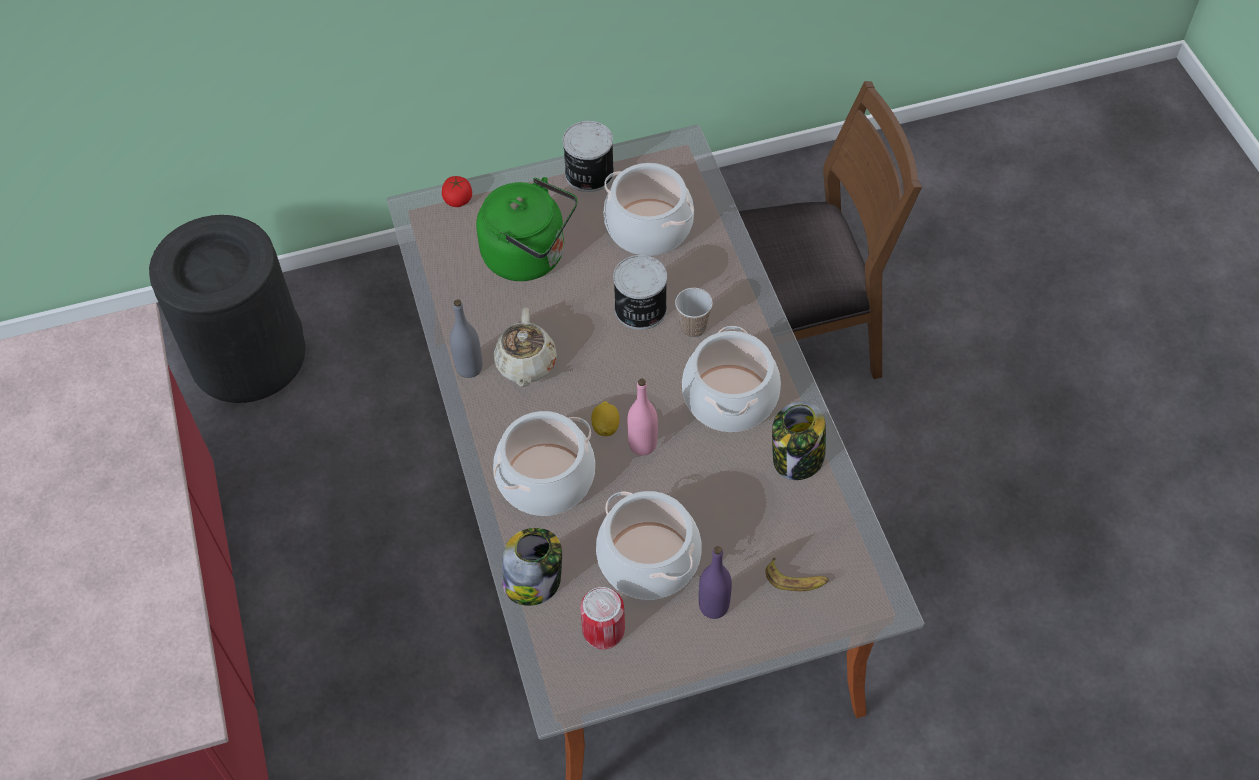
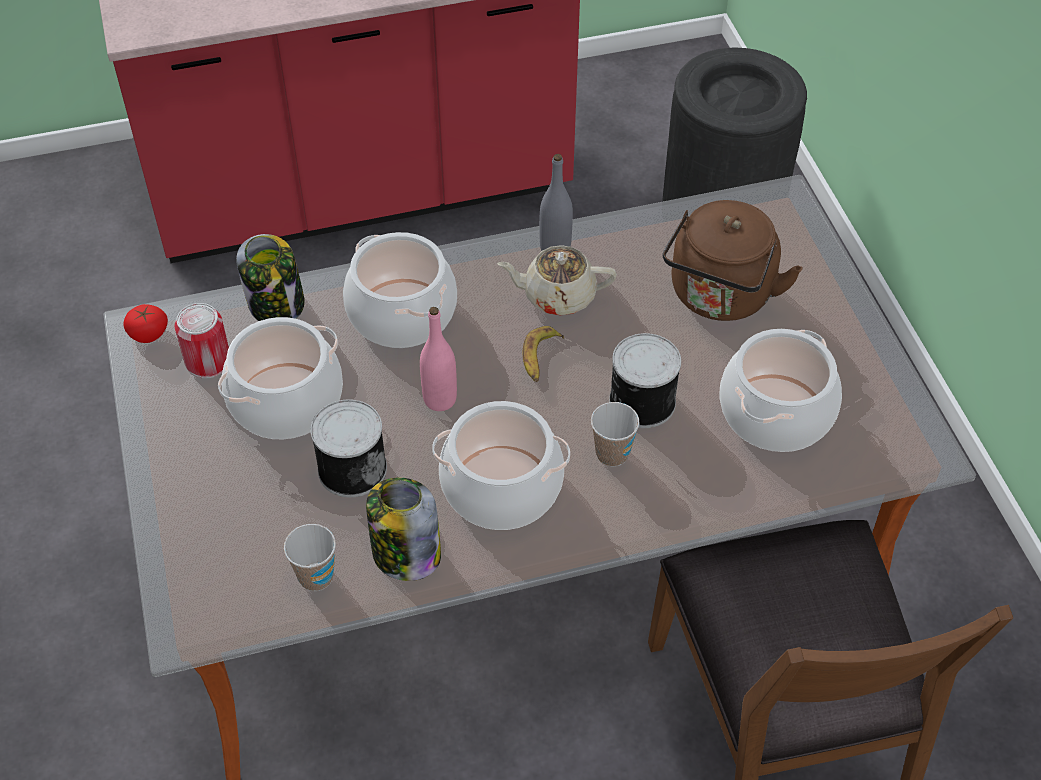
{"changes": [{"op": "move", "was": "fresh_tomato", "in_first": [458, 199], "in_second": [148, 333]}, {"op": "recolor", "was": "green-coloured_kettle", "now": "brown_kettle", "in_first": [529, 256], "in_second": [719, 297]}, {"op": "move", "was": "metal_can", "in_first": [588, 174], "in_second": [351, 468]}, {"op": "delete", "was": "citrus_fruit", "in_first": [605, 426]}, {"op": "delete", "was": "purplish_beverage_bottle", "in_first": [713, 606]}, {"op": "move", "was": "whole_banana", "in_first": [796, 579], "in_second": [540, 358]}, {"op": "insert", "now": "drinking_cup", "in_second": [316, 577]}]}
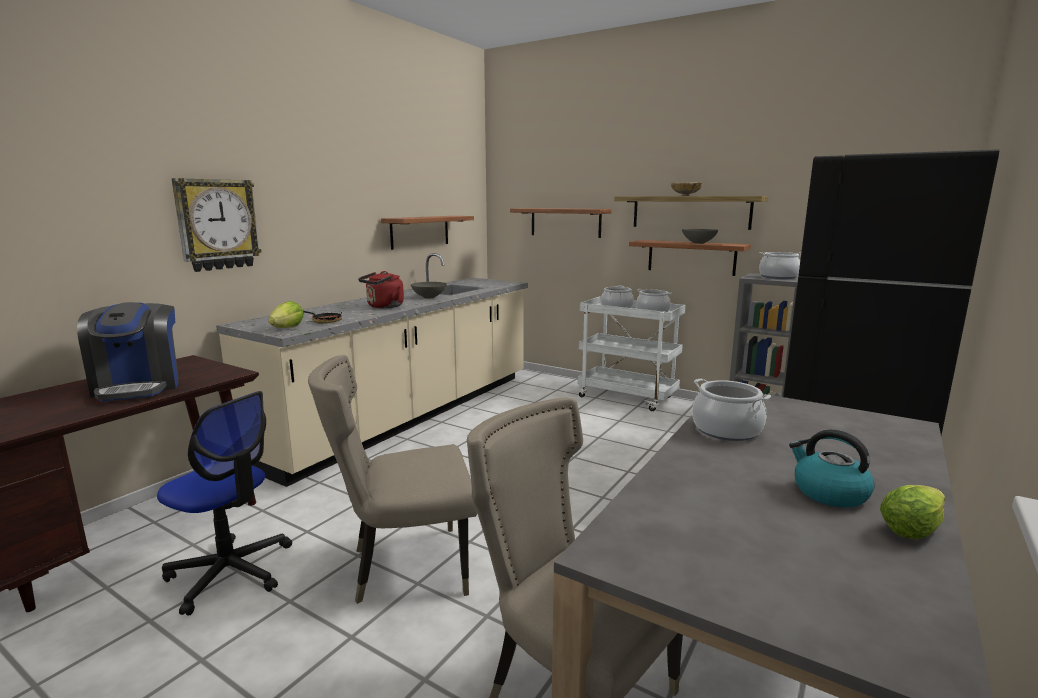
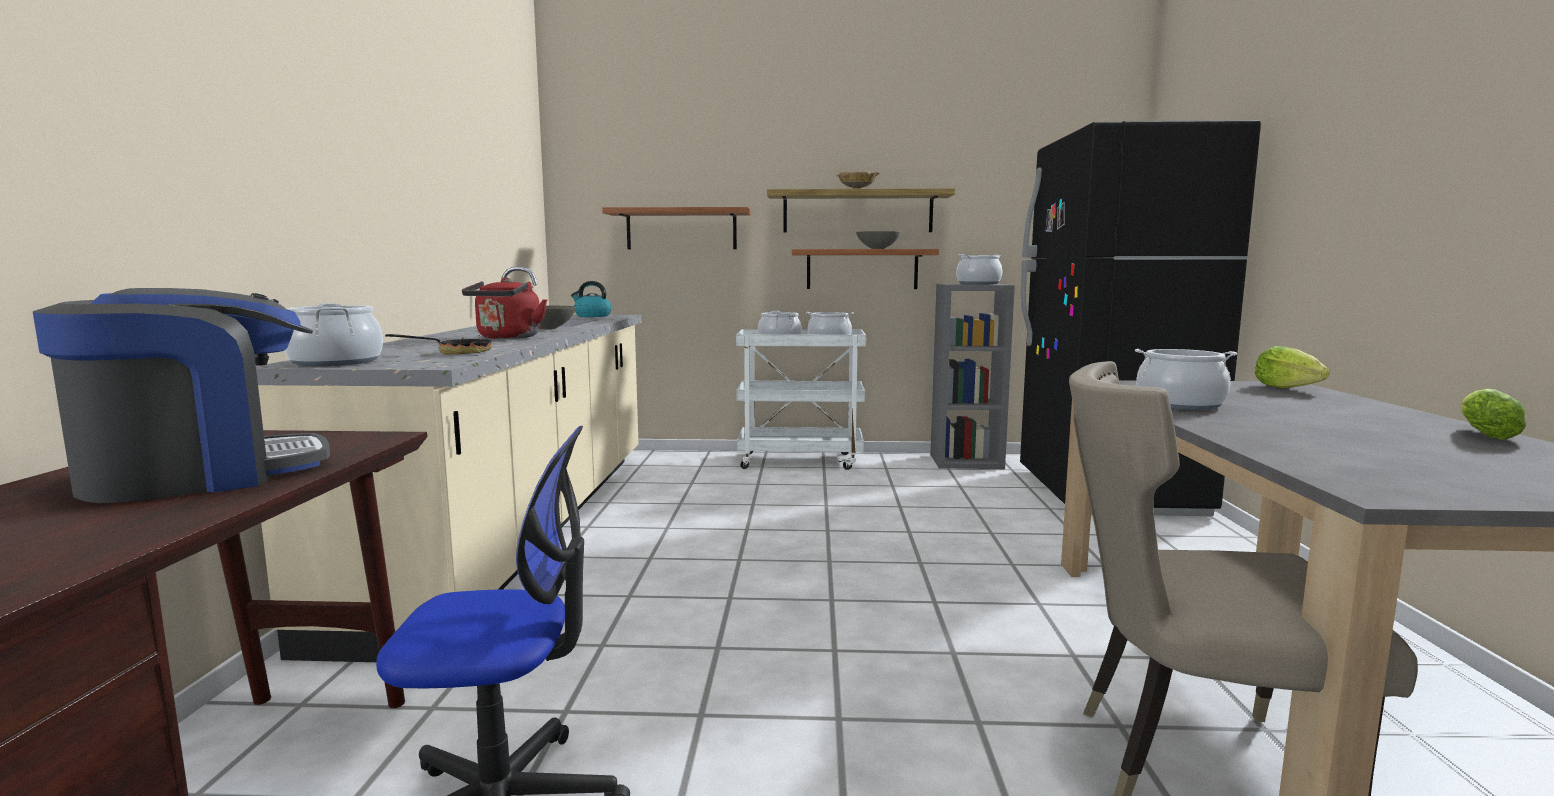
{"changes": [{"op": "rotate", "was": "coffee_maker", "in_first": [139, 386], "in_second": [202, 475], "clockwise": -75}, {"op": "delete", "was": "clock_on_the_wall", "in_first": [217, 224]}, {"op": "move", "was": "head_of_lettuce", "in_first": [287, 328], "in_second": [1286, 388]}, {"op": "delete", "was": "sand-coloured_chair", "in_first": [404, 567]}, {"op": "delete", "was": "wall_shelf", "in_first": [420, 231]}, {"op": "move", "was": "kettle", "in_first": [828, 493], "in_second": [592, 316]}, {"op": "insert", "now": "stockpot", "in_second": [336, 362]}]}
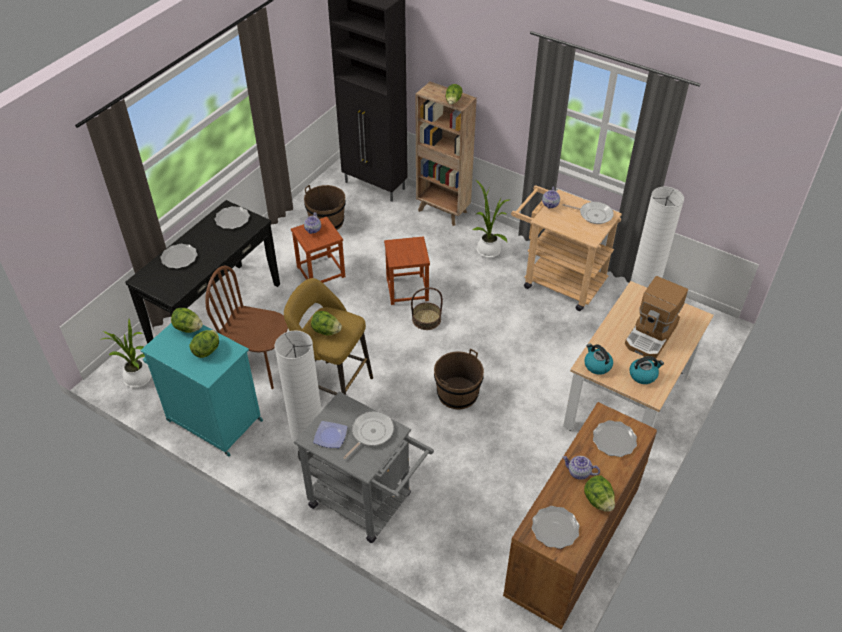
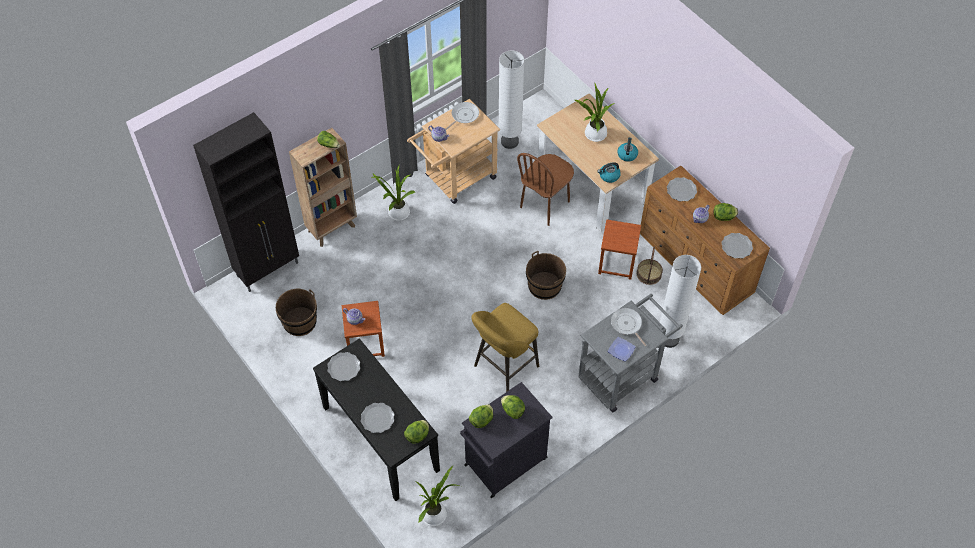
{"changes": [{"op": "recolor", "was": "turquoise_cabinet", "now": "black_cabinet", "in_first": [213, 420], "in_second": [504, 463]}, {"op": "move", "was": "brown_chair", "in_first": [260, 367], "in_second": [545, 204]}, {"op": "move", "was": "white_standing_lamp", "in_first": [311, 454], "in_second": [669, 339]}, {"op": "move", "was": "head_of_lettuce", "in_first": [326, 331], "in_second": [417, 435]}, {"op": "move", "was": "brown_stool_seat", "in_first": [407, 290], "in_second": [617, 263]}, {"op": "move", "was": "storage_basket", "in_first": [426, 319], "in_second": [649, 274]}, {"op": "replace", "was": "coffee_maker", "now": "plant_in_a_pot", "in_first": [651, 335], "in_second": [594, 135]}]}
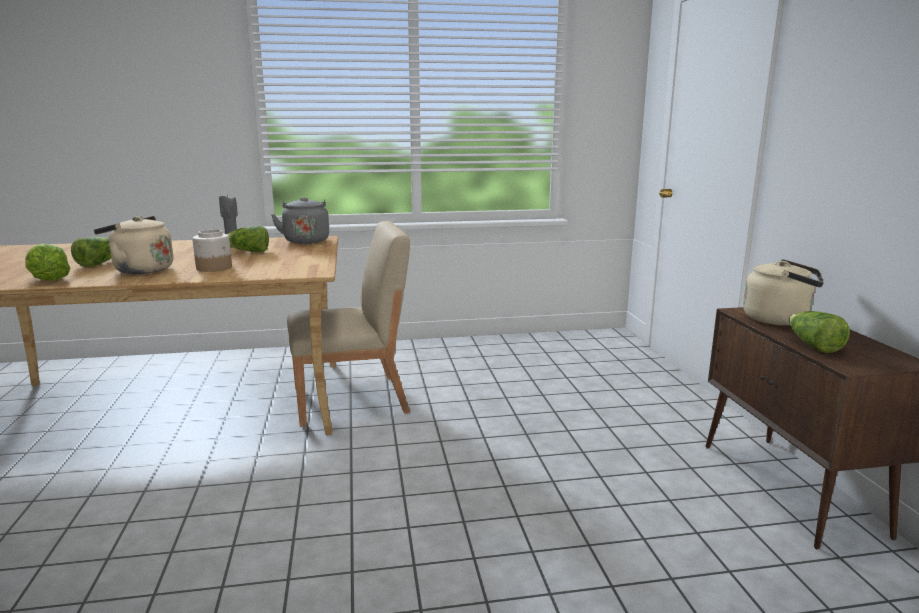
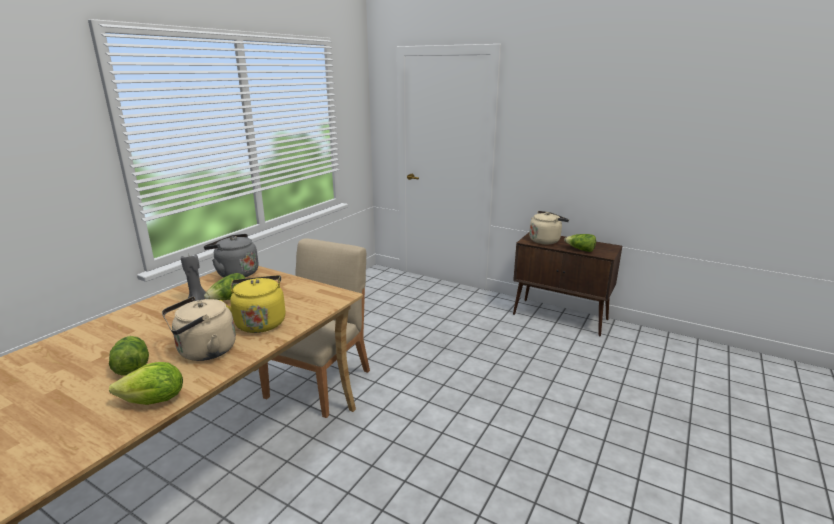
{"changes": [{"op": "replace", "was": "storage_jar", "now": "yellow-coloured_kettle", "in_first": [214, 268], "in_second": [260, 322]}]}
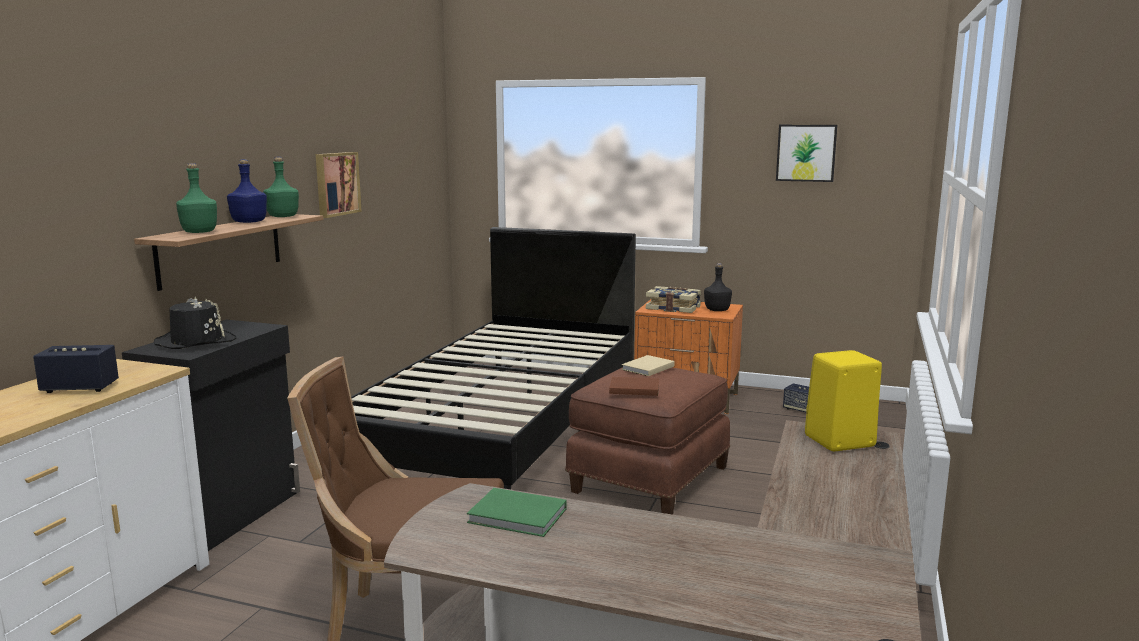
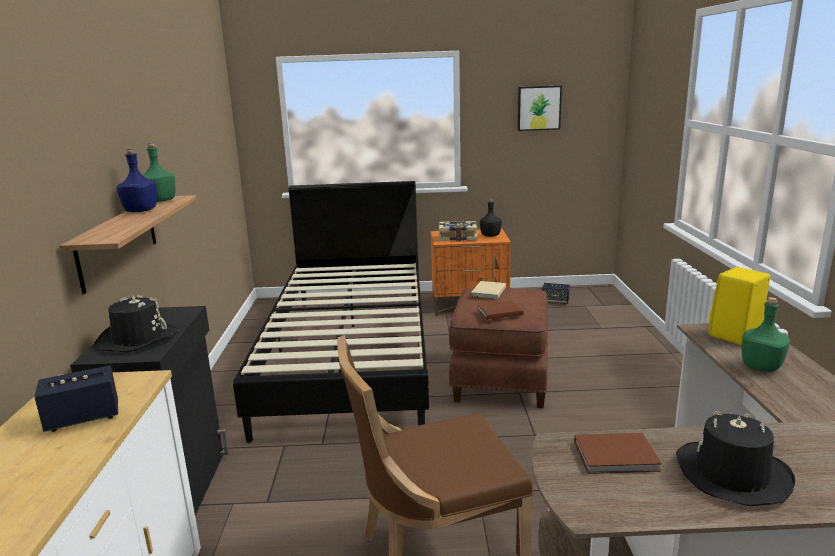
{"changes": [{"op": "move", "was": "green-coloured_beverage_bottle", "in_first": [199, 232], "in_second": [760, 366]}, {"op": "delete", "was": "picture", "in_first": [336, 184]}, {"op": "recolor", "was": "green-coloured_book", "now": "brown_book", "in_first": [519, 517], "in_second": [618, 457]}, {"op": "insert", "now": "black_hat", "in_second": [731, 475]}]}
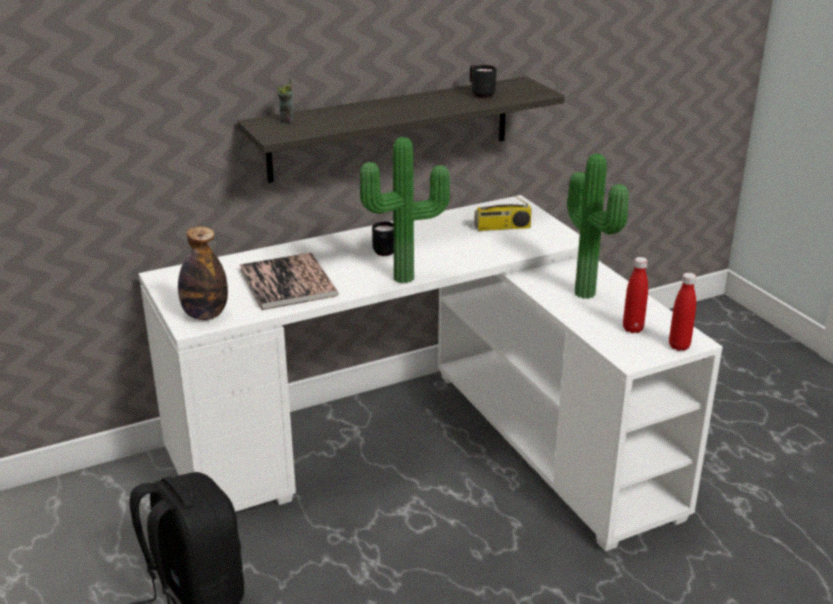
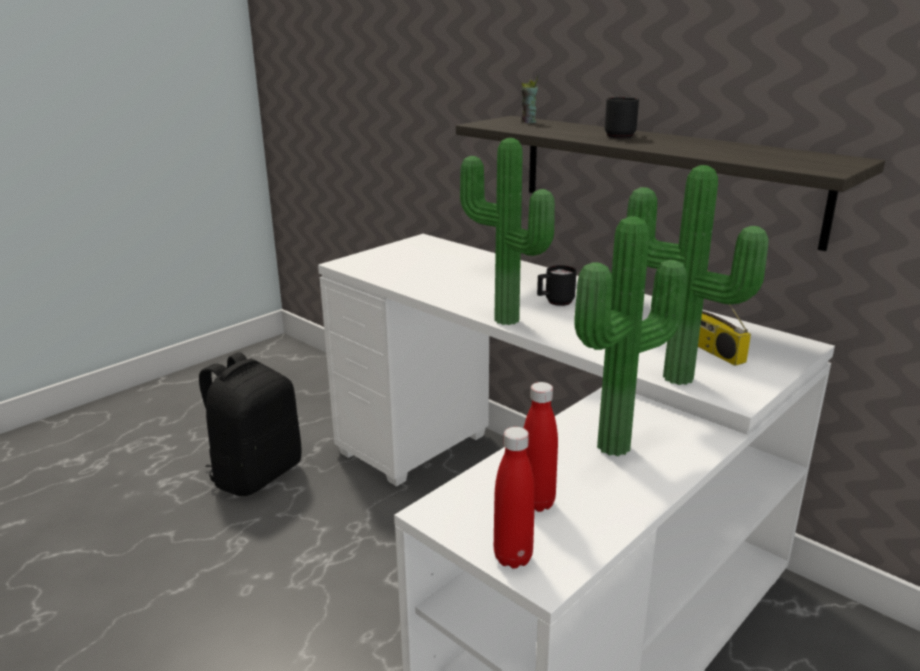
{"changes": [{"op": "delete", "was": "beverage_bottle", "in_first": [205, 315]}, {"op": "delete", "was": "book", "in_first": [288, 282]}, {"op": "move", "was": "black_tea_mug", "in_first": [480, 94], "in_second": [622, 135]}, {"op": "insert", "now": "plant_in_a_pot", "in_second": [676, 380]}]}
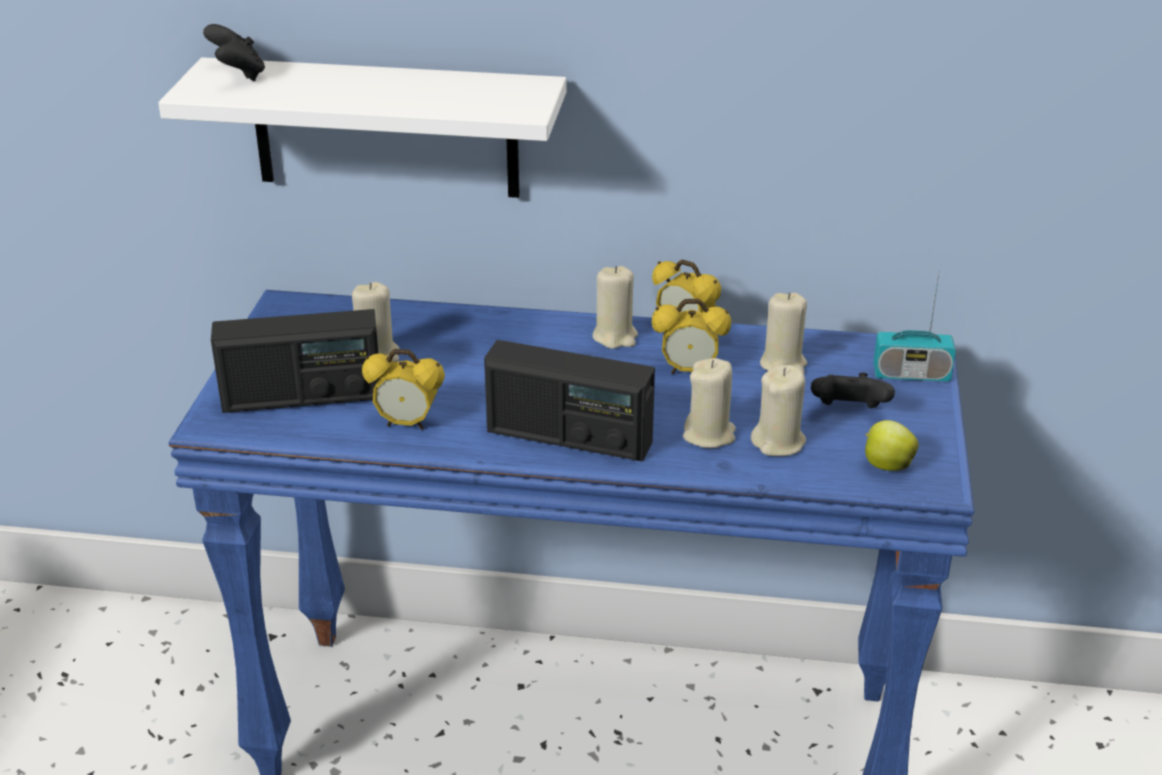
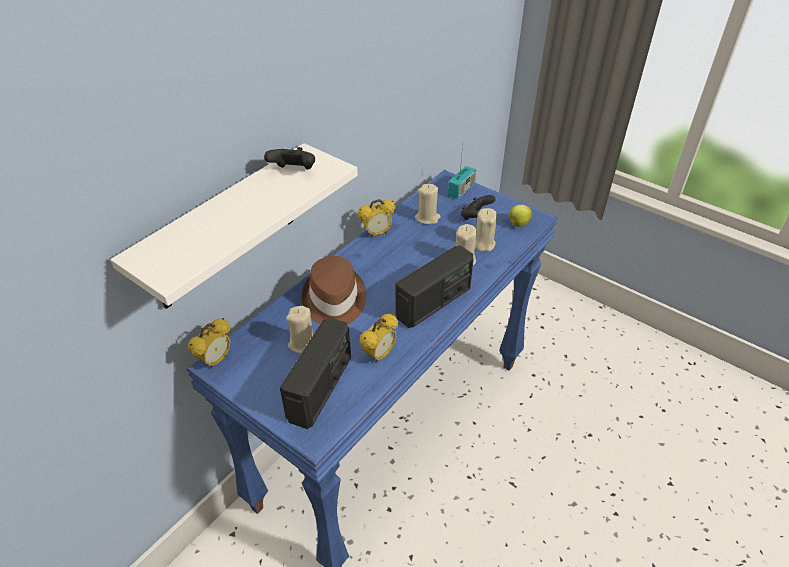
{"changes": [{"op": "move", "was": "black_game_controller", "in_first": [238, 75], "in_second": [294, 172]}, {"op": "delete", "was": "sand-coloured_candle", "in_first": [615, 337]}, {"op": "move", "was": "bedside_clock", "in_first": [689, 371], "in_second": [215, 360]}, {"op": "insert", "now": "brown_hat", "in_second": [333, 300]}]}
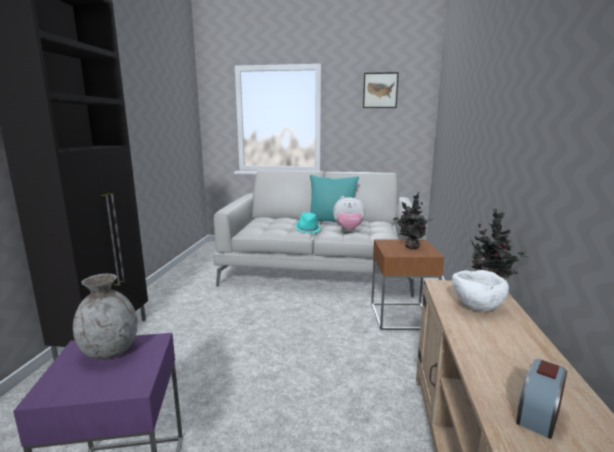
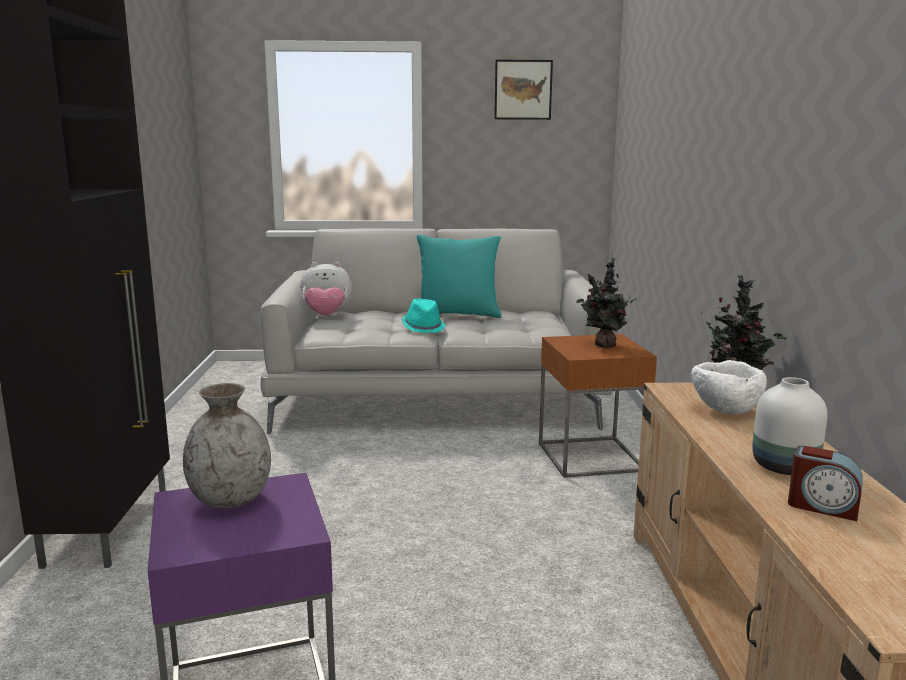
{"changes": [{"op": "move", "was": "soft_toy", "in_first": [348, 230], "in_second": [326, 317]}, {"op": "rotate", "was": "bedside_clock", "in_first": [538, 415], "in_second": [822, 506], "clockwise": -90}, {"op": "insert", "now": "white_decorative_vase", "in_second": [783, 467]}]}
